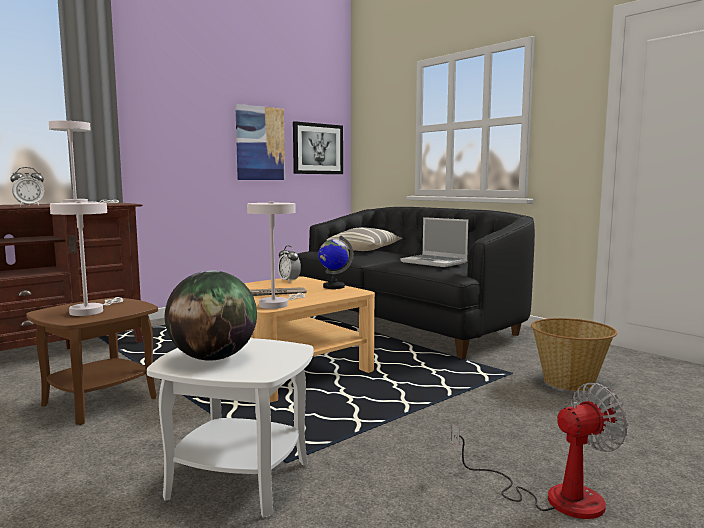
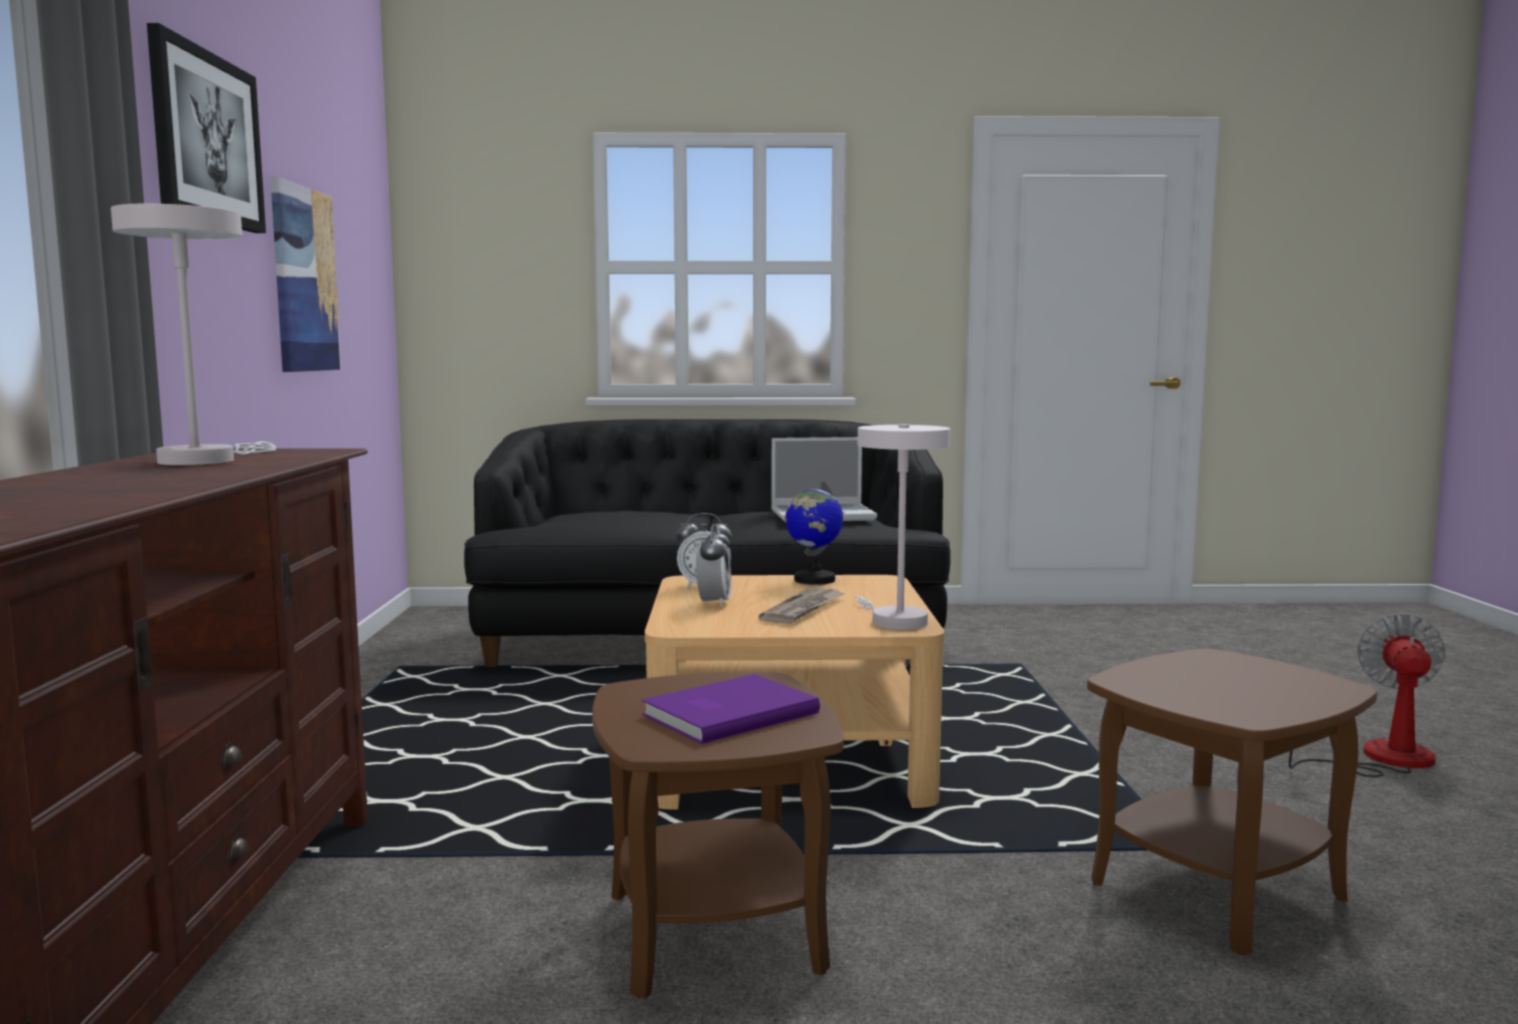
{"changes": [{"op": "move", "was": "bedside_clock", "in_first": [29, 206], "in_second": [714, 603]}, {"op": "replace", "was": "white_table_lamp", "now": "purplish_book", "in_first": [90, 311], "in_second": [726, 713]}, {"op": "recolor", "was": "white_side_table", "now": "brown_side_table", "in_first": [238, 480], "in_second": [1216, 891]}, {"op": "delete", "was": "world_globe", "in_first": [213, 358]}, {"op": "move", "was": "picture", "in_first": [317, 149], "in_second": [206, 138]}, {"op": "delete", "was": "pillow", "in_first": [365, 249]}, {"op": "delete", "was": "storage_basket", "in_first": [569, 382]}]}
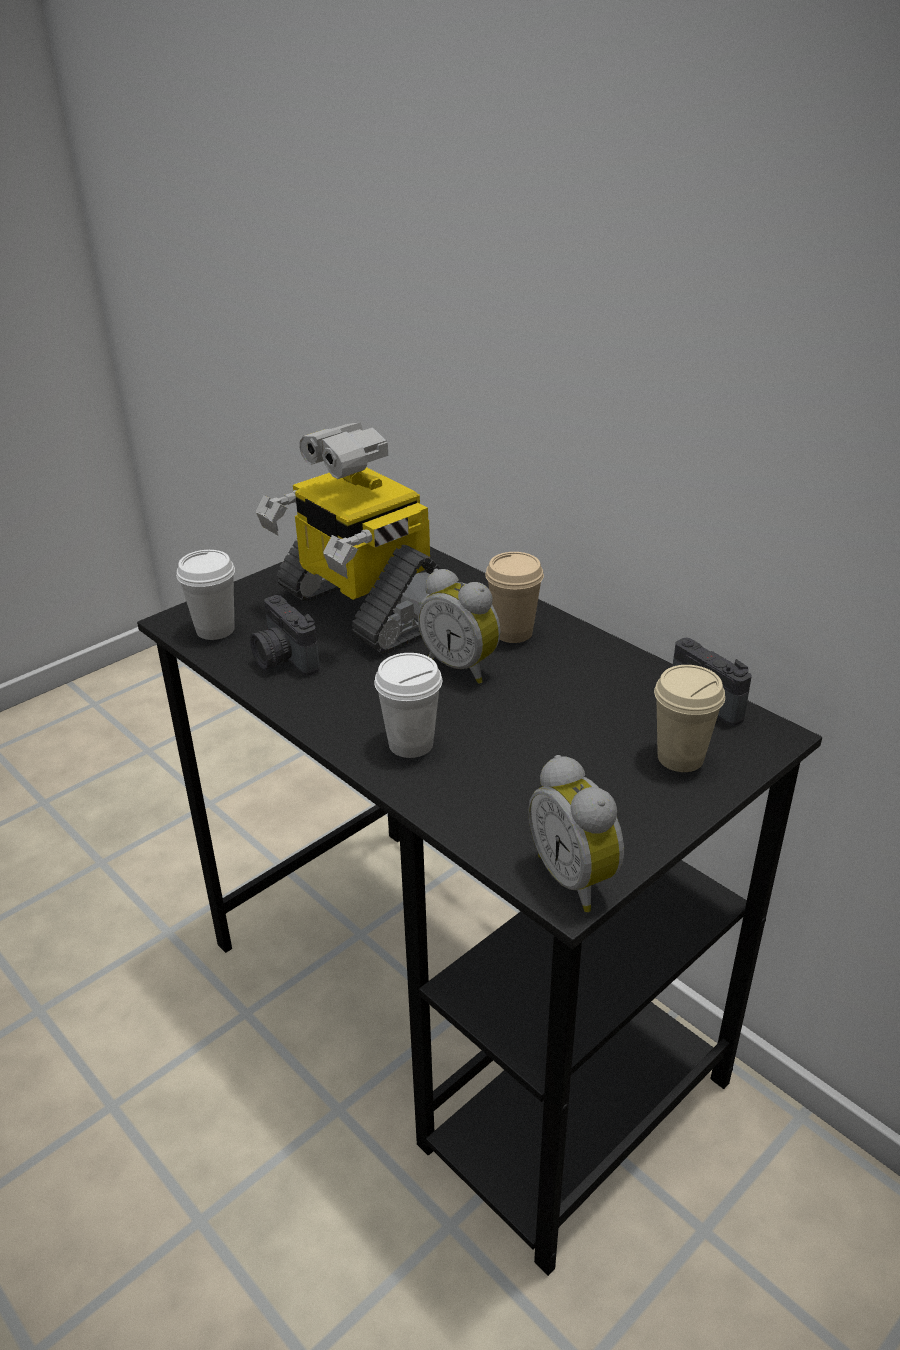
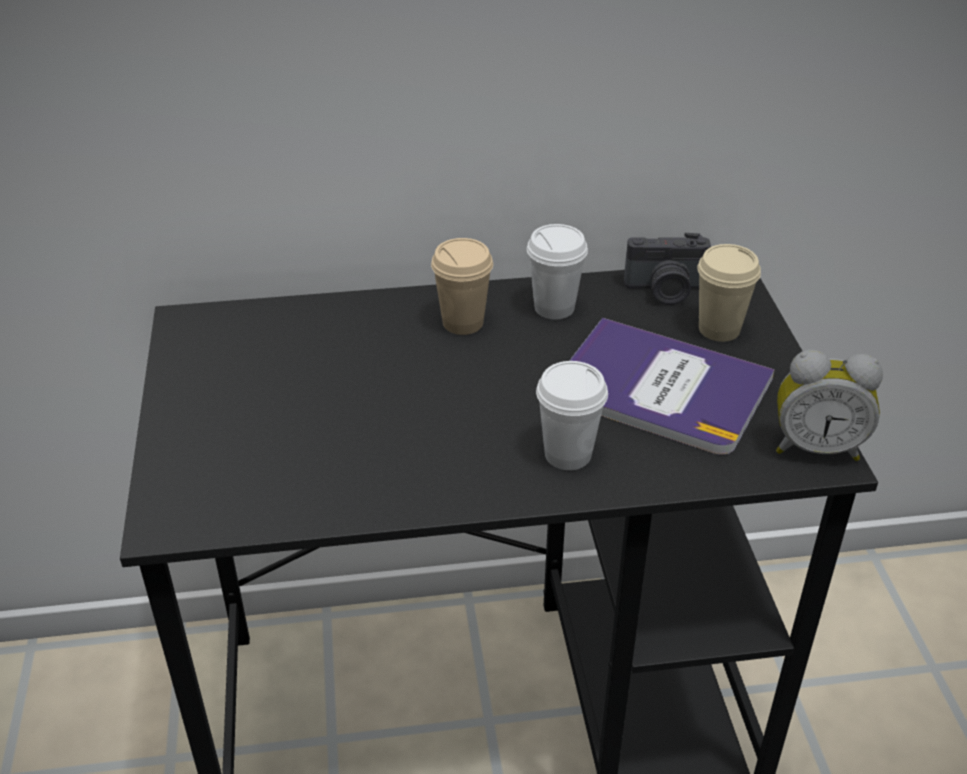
{"changes": [{"op": "move", "was": "white_drinking_cup", "in_first": [215, 630], "in_second": [554, 308]}, {"op": "delete", "was": "photo_camera", "in_first": [283, 659]}, {"op": "delete", "was": "model_robot", "in_first": [363, 608]}, {"op": "delete", "was": "bedside_clock", "in_first": [462, 666]}, {"op": "insert", "now": "book", "in_second": [661, 388]}]}
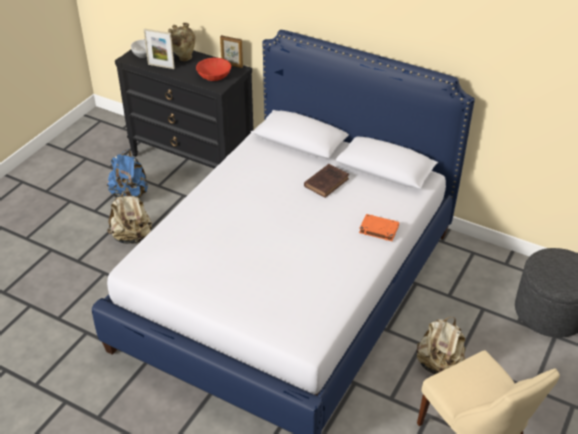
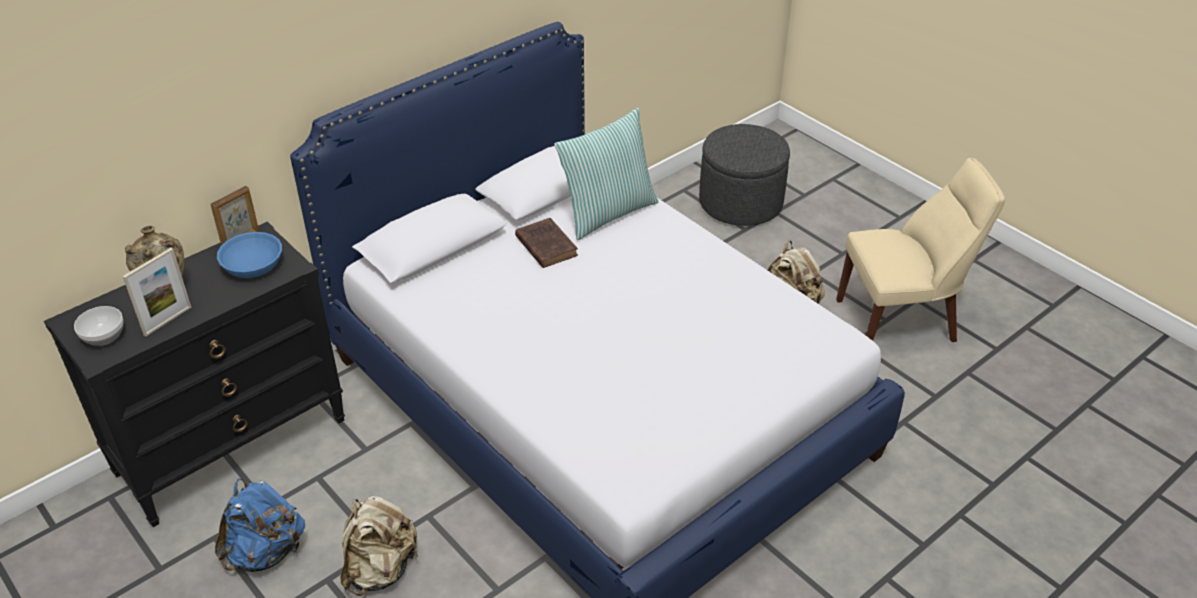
{"changes": [{"op": "recolor", "was": "red_serving_bowl", "now": "blue-coloured_serving_bowl", "in_first": [214, 75], "in_second": [252, 265]}, {"op": "delete", "was": "orangey_book", "in_first": [378, 229]}, {"op": "insert", "now": "pillow", "in_second": [607, 212]}]}
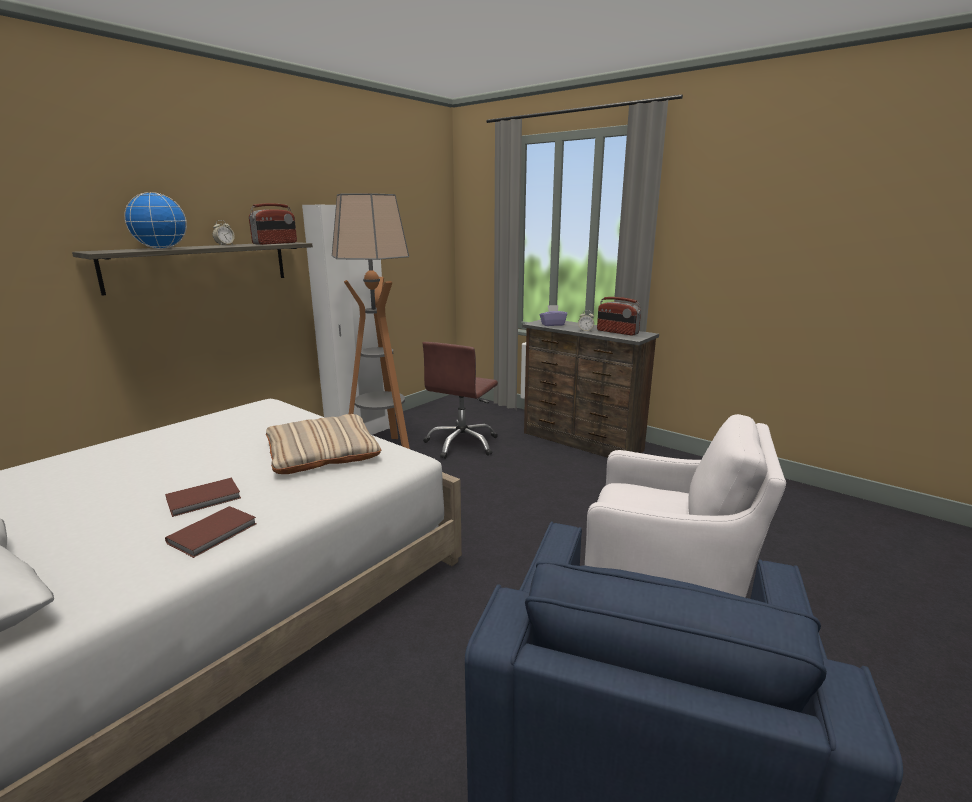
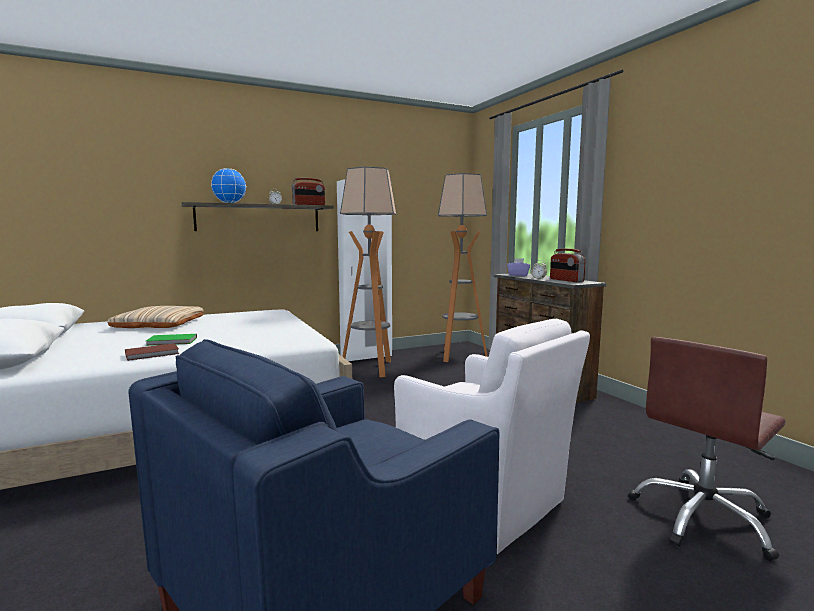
{"changes": [{"op": "recolor", "was": "brown_book", "now": "green-coloured_book", "in_first": [205, 499], "in_second": [172, 341]}, {"op": "move", "was": "sand-coloured_pillow", "in_first": [322, 452], "in_second": [159, 324]}, {"op": "move", "was": "brown_office_chair", "in_first": [462, 444], "in_second": [703, 518]}, {"op": "insert", "now": "standing_lamp", "in_second": [459, 355]}]}
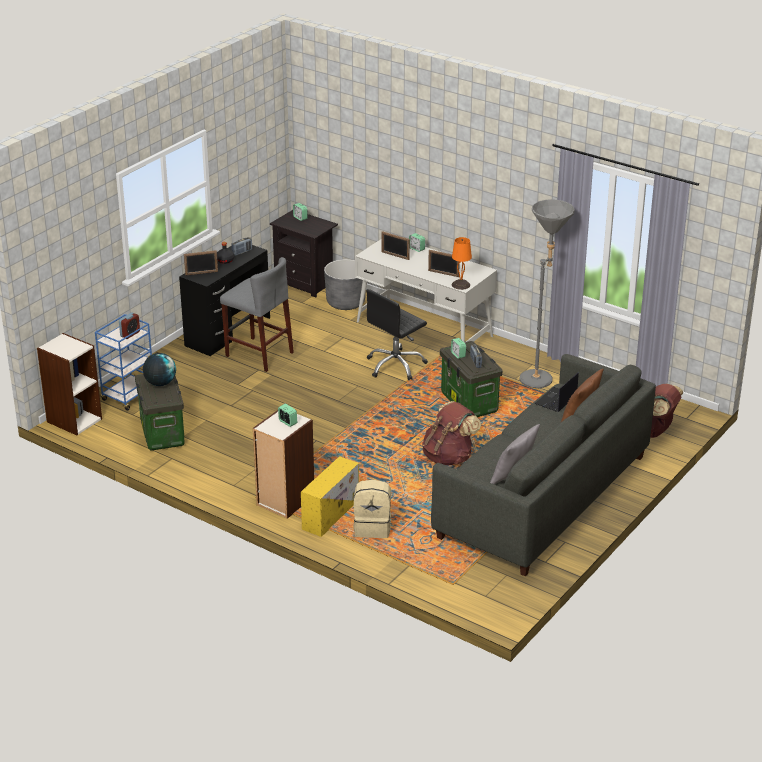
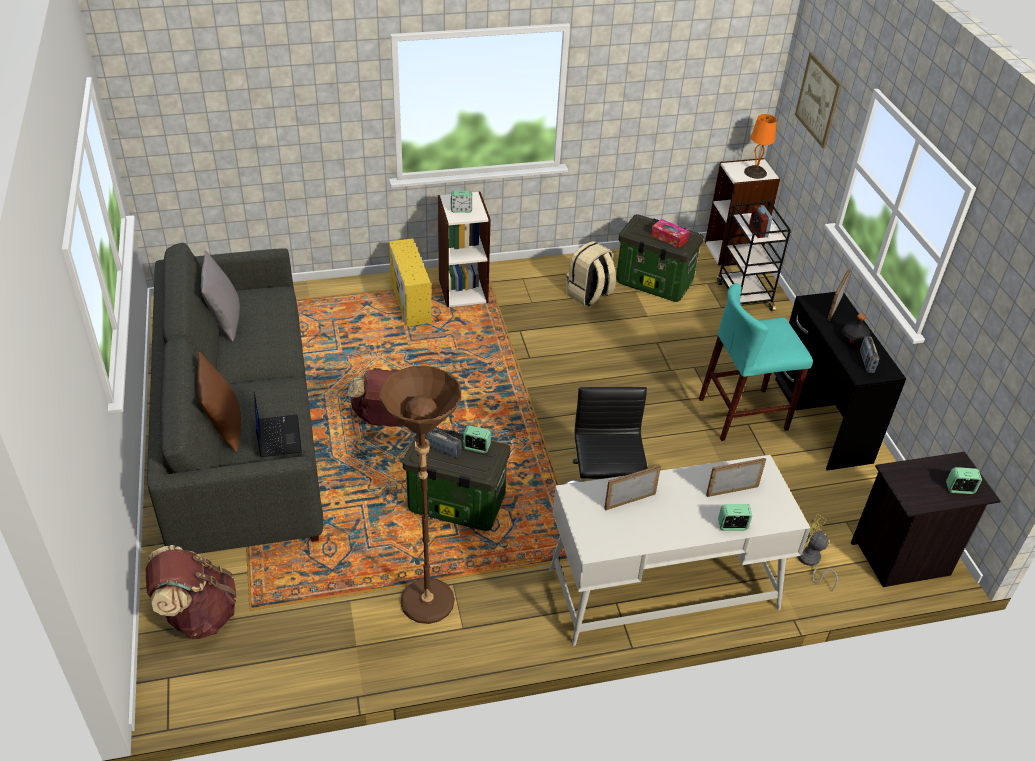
{"changes": [{"op": "recolor", "was": "blue-coloured_trolley", "now": "black_trolley", "in_first": [129, 396], "in_second": [744, 296]}, {"op": "replace", "was": "world_globe", "now": "tissue_box", "in_first": [160, 383], "in_second": [669, 238]}, {"op": "recolor", "was": "gray_stool_seat", "now": "turquoise_stool_seat", "in_first": [259, 354], "in_second": [743, 414]}, {"op": "replace", "was": "gray_planter", "now": "yellow-coloured_fan", "in_first": [345, 302], "in_second": [809, 561]}, {"op": "move", "was": "sand-coloured_knapsack", "in_first": [373, 527], "in_second": [589, 295]}, {"op": "move", "was": "orangey_table_lamp", "in_first": [460, 284], "in_second": [755, 172]}, {"op": "recolor", "was": "gray_standing_lamp", "now": "brown_standing_lamp", "in_first": [540, 377], "in_second": [427, 612]}, {"op": "insert", "now": "picture", "in_second": [818, 100]}]}
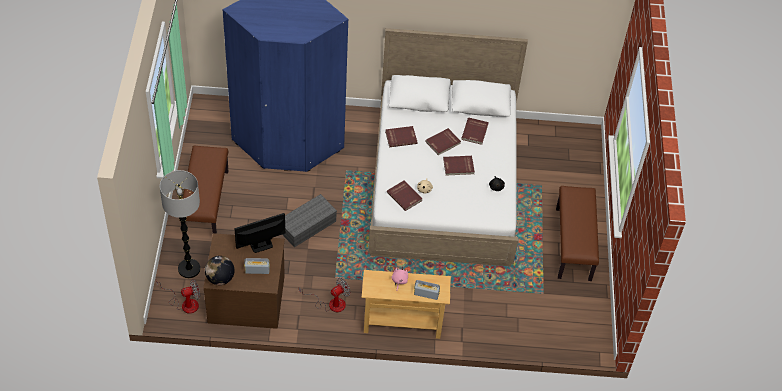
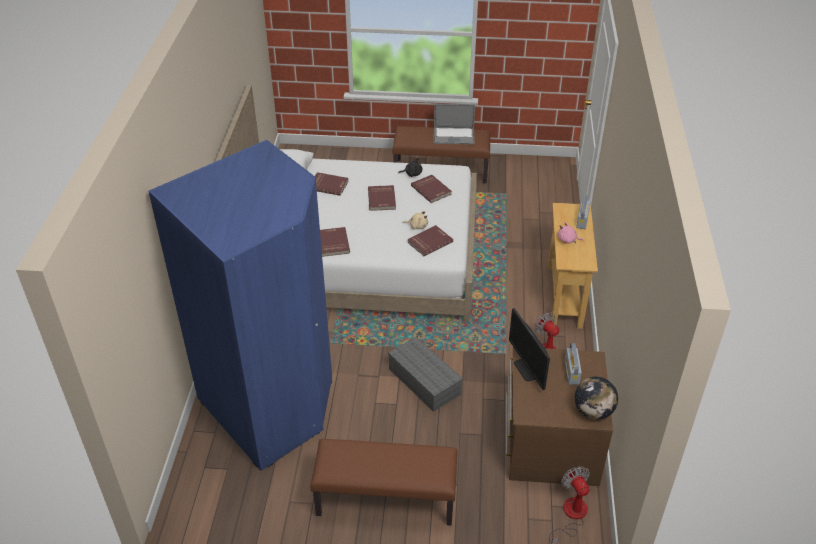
{"changes": [{"op": "delete", "was": "standing_lamp", "in_first": [189, 269]}, {"op": "move", "was": "red_book", "in_first": [443, 143], "in_second": [431, 190]}, {"op": "insert", "now": "laptop", "in_second": [453, 136]}]}
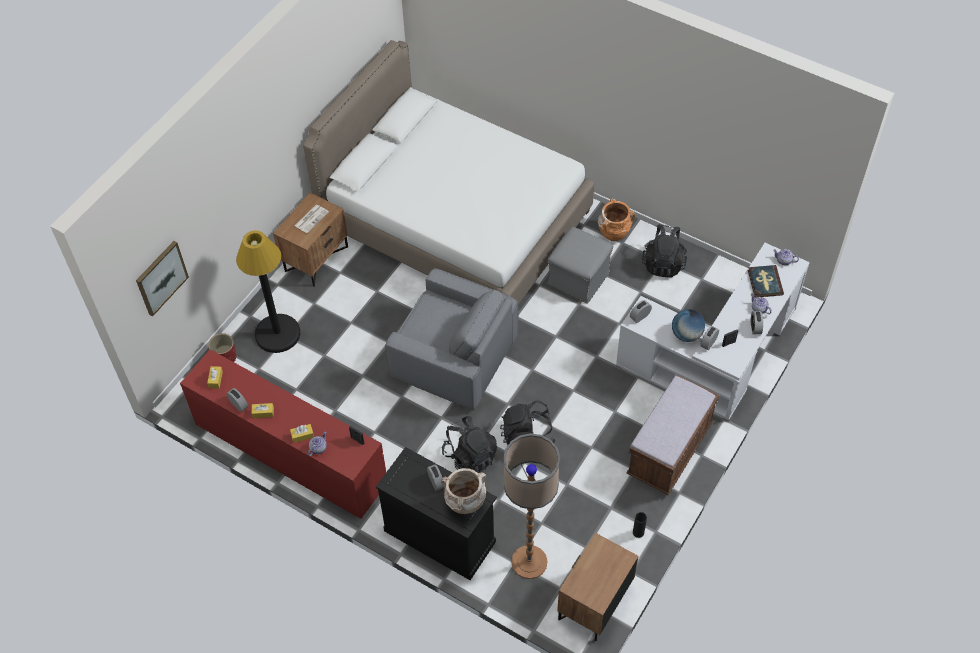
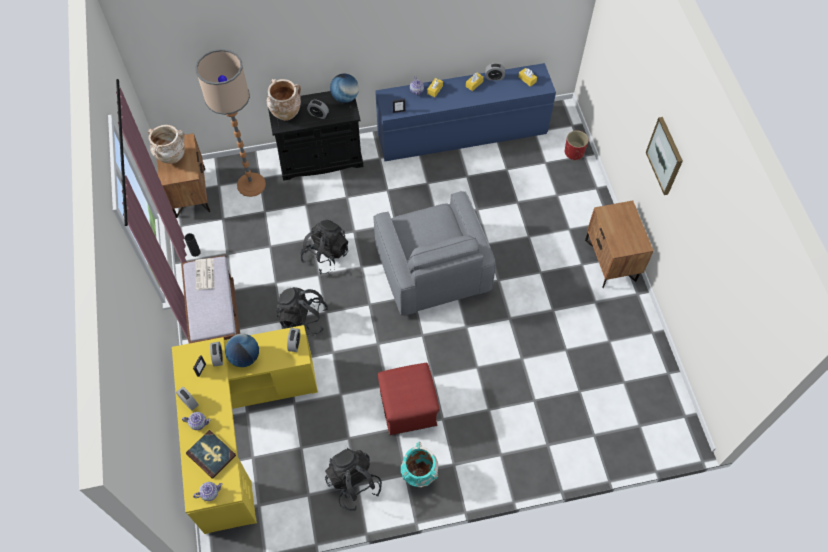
{"changes": [{"op": "move", "was": "picture", "in_first": [161, 277], "in_second": [665, 156]}, {"op": "recolor", "was": "red_drawer_chest", "now": "blue-coloured_drawer_chest", "in_first": [290, 453], "in_second": [462, 134]}, {"op": "delete", "was": "black_standing_lamp", "in_first": [277, 334]}, {"op": "move", "was": "daily_paper", "in_first": [311, 218], "in_second": [205, 274]}, {"op": "delete", "was": "white_bed", "in_first": [455, 220]}, {"op": "rotate", "was": "gray_easy_chair", "in_first": [454, 357], "in_second": [432, 269], "clockwise": -90}, {"op": "move", "was": "black_knapsack", "in_first": [470, 456], "in_second": [303, 318]}, {"op": "recolor", "was": "gray_footrest", "now": "red_footrest", "in_first": [579, 278], "in_second": [408, 408]}, {"op": "recolor", "was": "orangey_decorative_vase", "now": "turquoise_decorative_vase", "in_first": [613, 235], "in_second": [419, 475]}, {"op": "recolor", "was": "white_desk", "now": "yellow-coloured_desk", "in_first": [716, 357], "in_second": [239, 427]}, {"op": "insert", "now": "sand-coloured_decorative_vase", "in_second": [172, 159]}, {"op": "insert", "now": "world_globe", "in_second": [345, 97]}]}
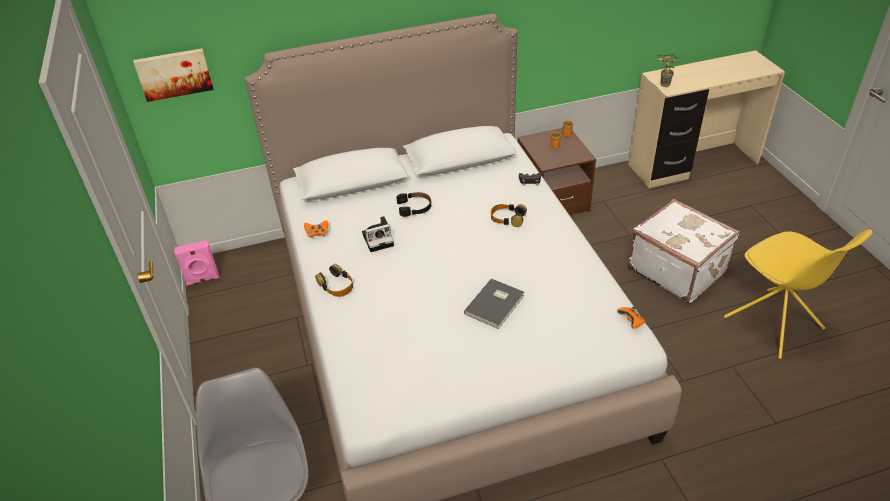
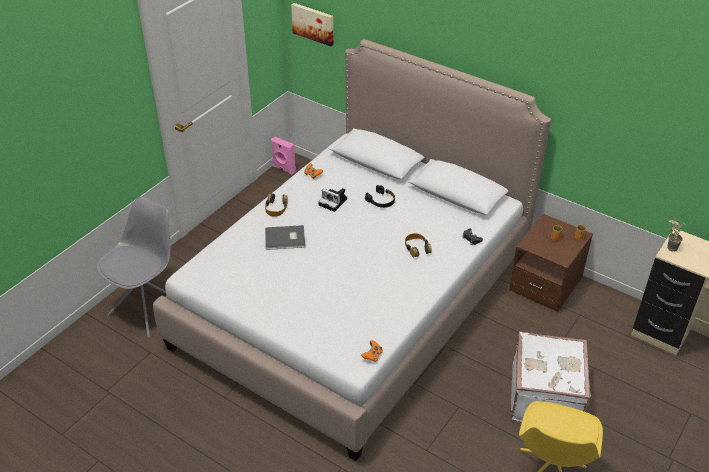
{"changes": [{"op": "move", "was": "gray_book", "in_first": [496, 304], "in_second": [285, 239]}]}
